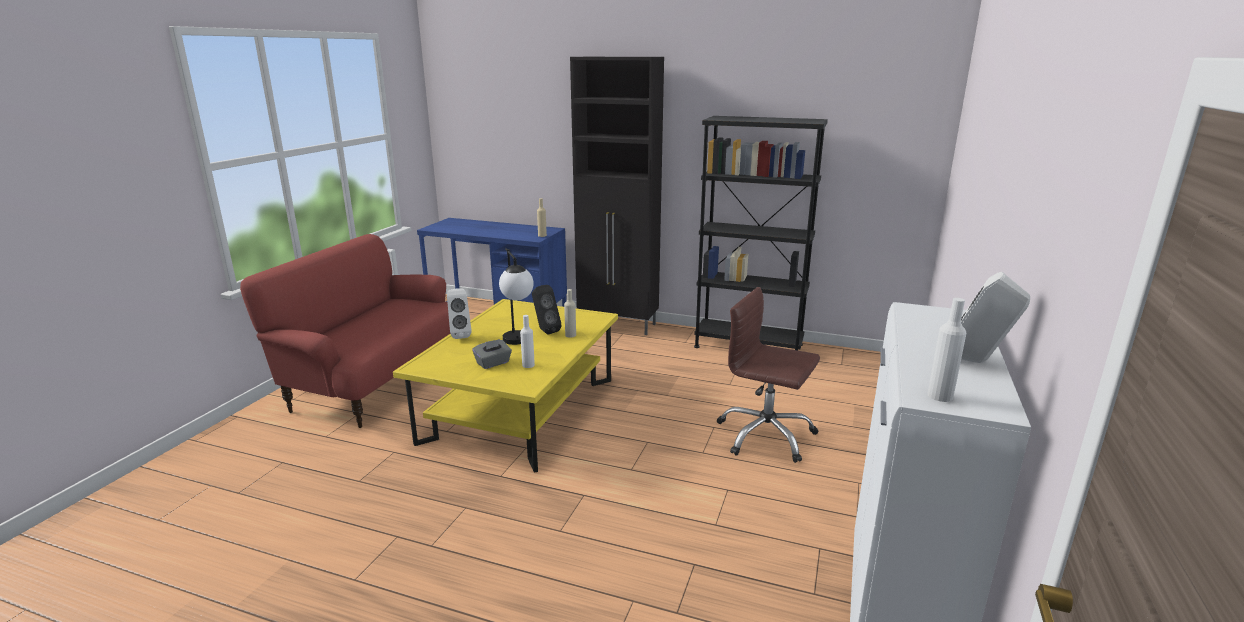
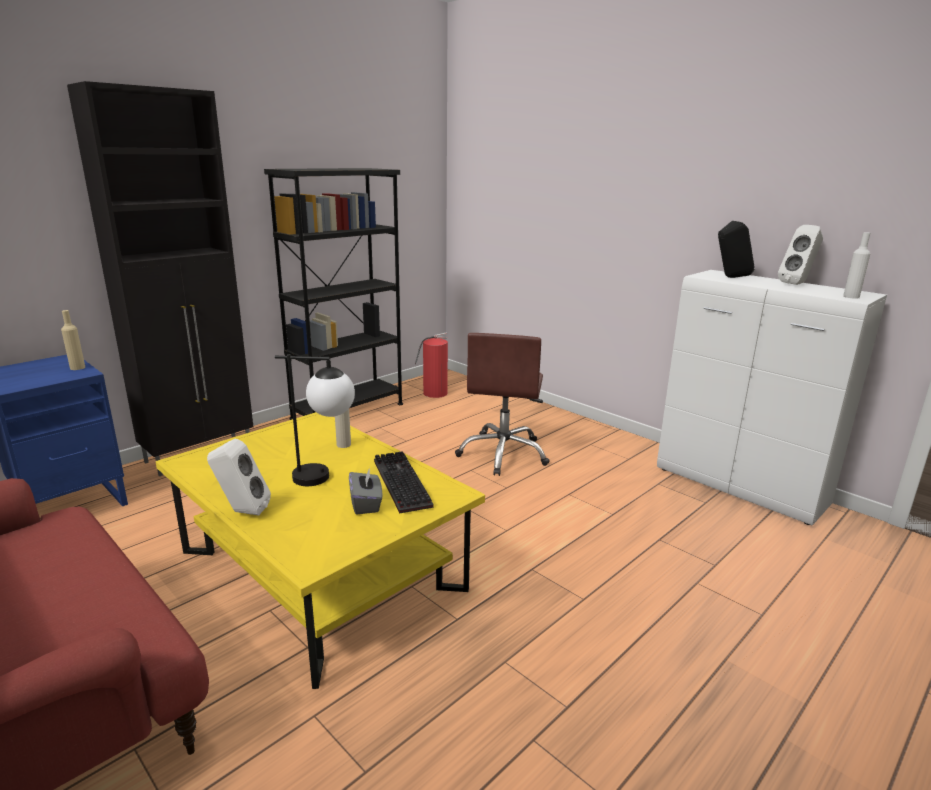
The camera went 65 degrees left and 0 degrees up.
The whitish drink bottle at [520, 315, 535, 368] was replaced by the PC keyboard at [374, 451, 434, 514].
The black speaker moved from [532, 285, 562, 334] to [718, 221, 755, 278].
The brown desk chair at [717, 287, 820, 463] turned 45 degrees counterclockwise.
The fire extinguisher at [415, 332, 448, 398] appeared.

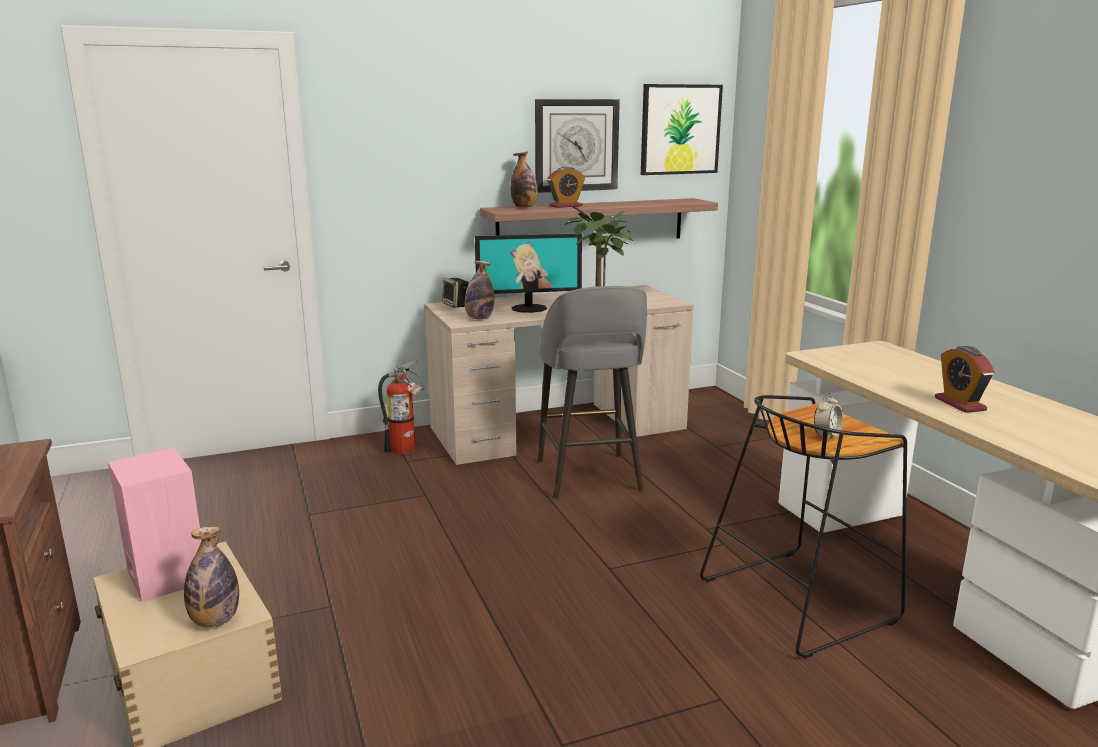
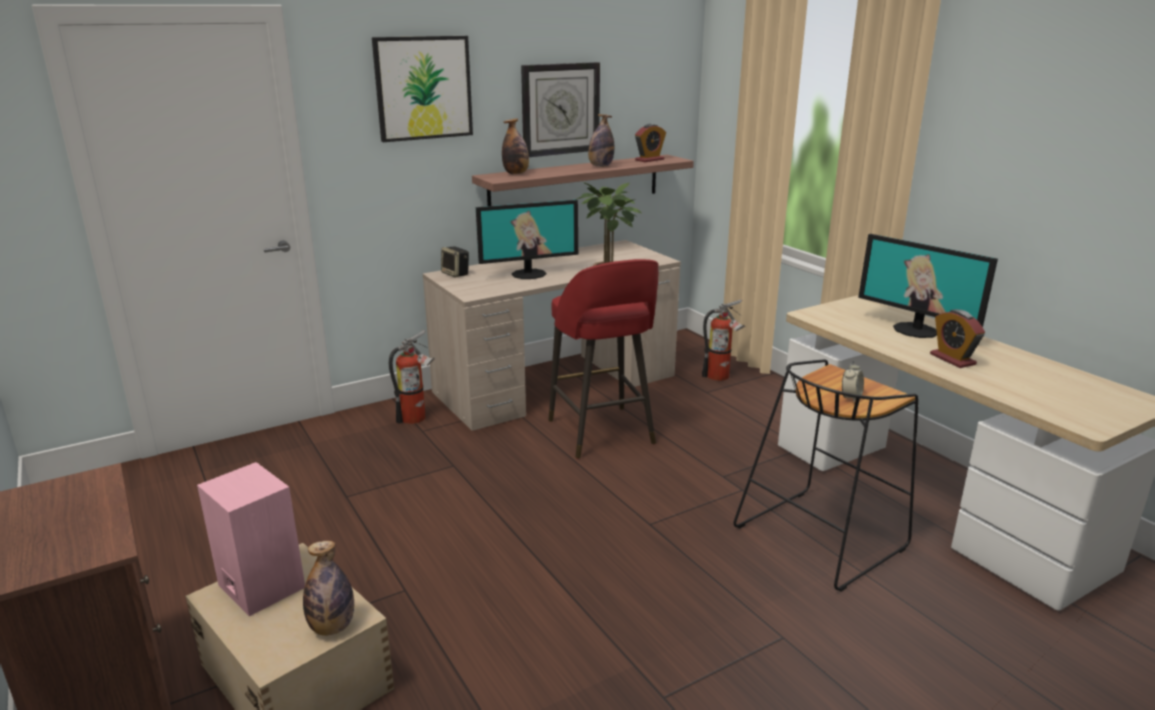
The camera went 10 degrees left and 5 degrees up.
The drink bottle moved from [465, 261, 494, 320] to [588, 114, 614, 167].
The greyish stool seat at [538, 286, 647, 499] became the red stool seat at [548, 259, 658, 459].
The bedside clock moved from [547, 167, 585, 208] to [635, 124, 666, 162].
The wall art moved from [641, 84, 723, 175] to [372, 36, 473, 142].
The fire extinguisher at [702, 299, 745, 381] appeared.
The computer screen at [858, 234, 998, 338] appeared.

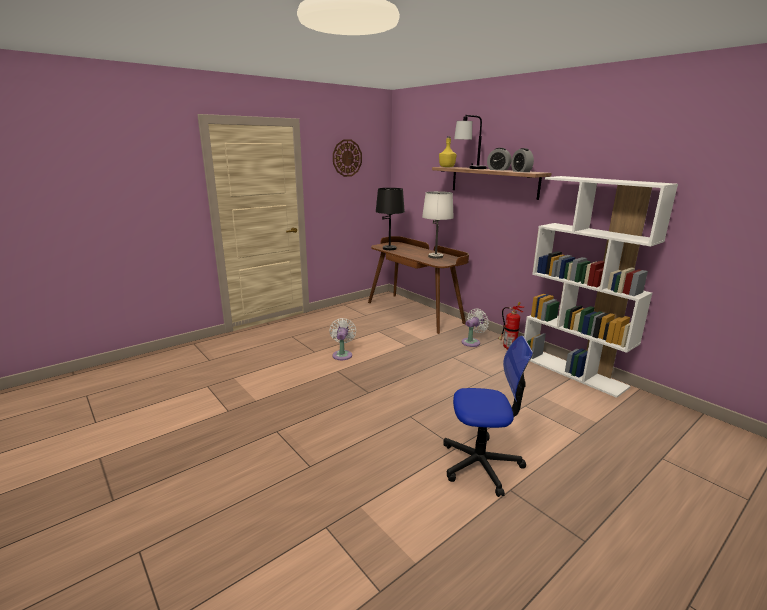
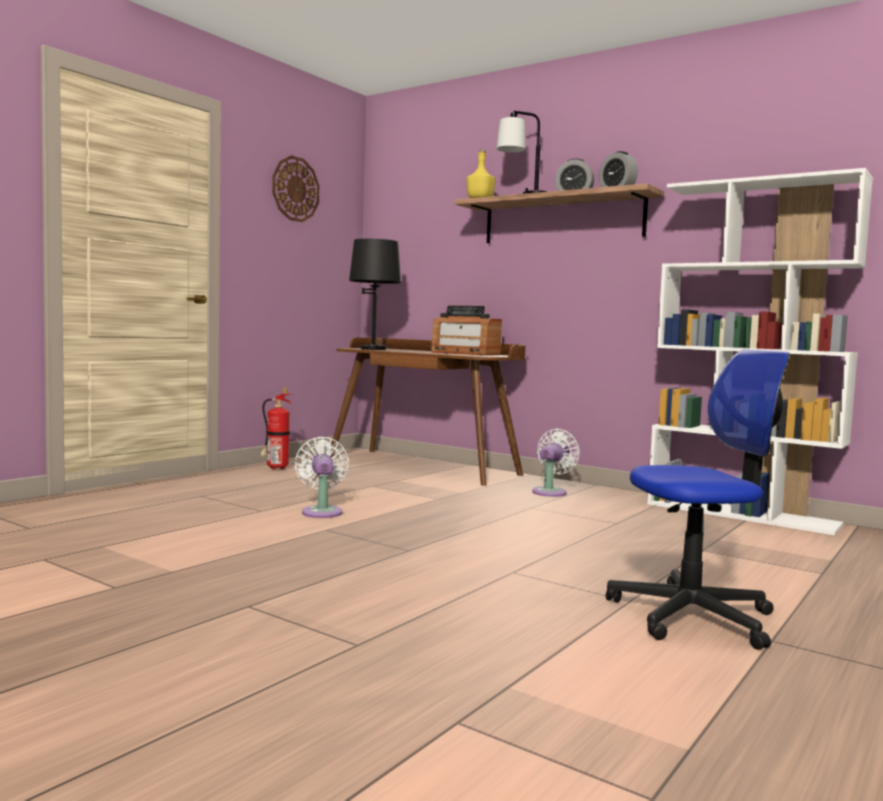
The camera went 15 degrees left and 15 degrees down.
The whitish tabletop lamp at [422, 191, 454, 259] was replaced by the radio at [431, 306, 502, 356].
The fire extinguisher moved from [498, 302, 524, 350] to [260, 387, 292, 470].

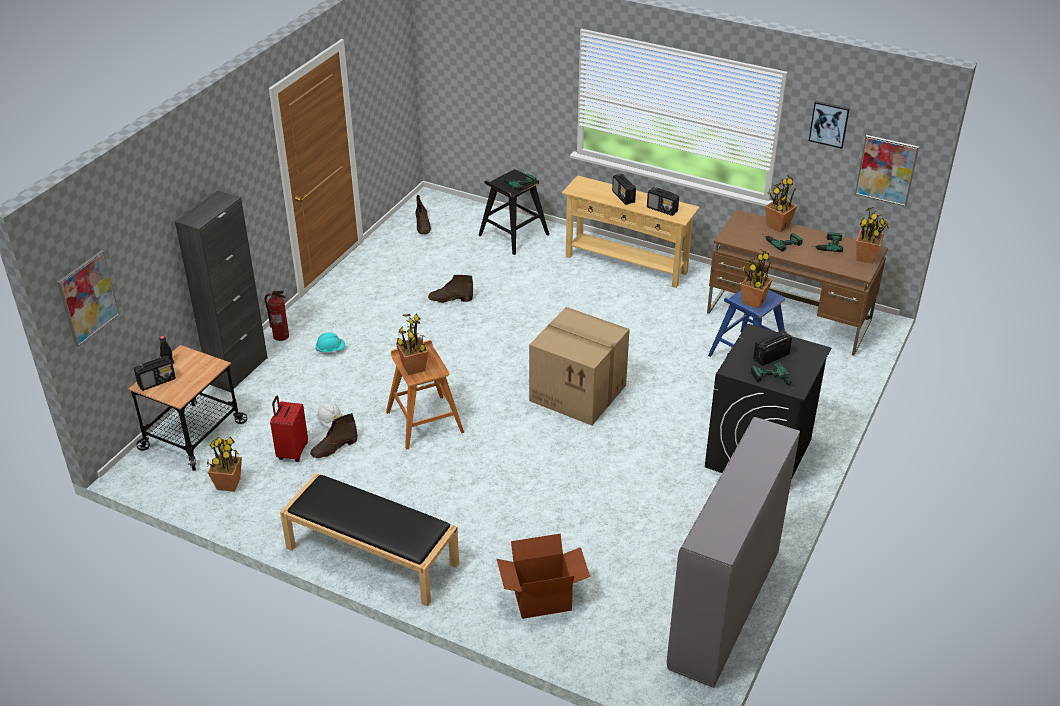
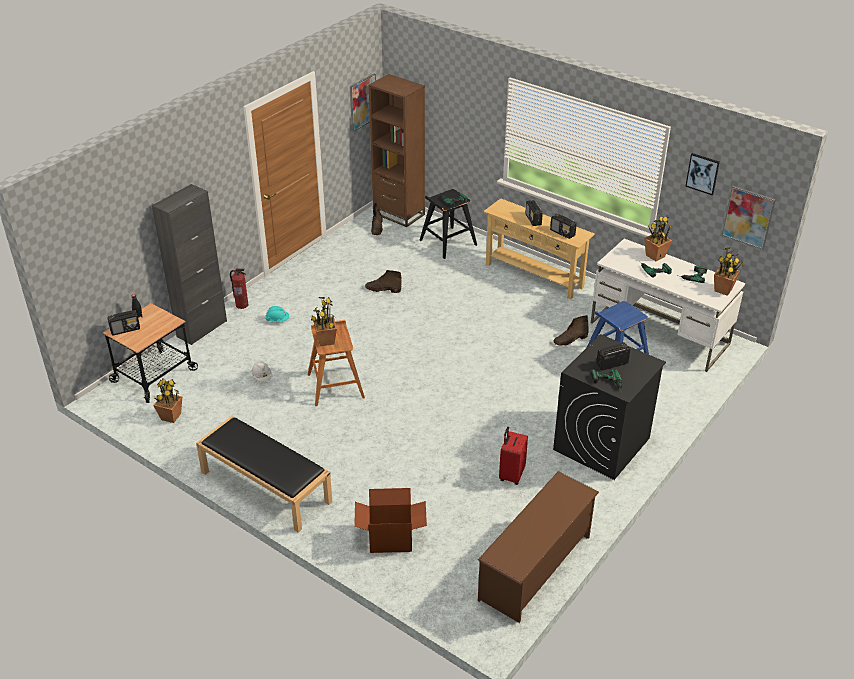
The camera went 10 degrees right and 0 degrees up.
The wall art moved from [57, 250, 120, 347] to [350, 73, 376, 132].
The red piece of luggage moved from [270, 396, 308, 462] to [499, 427, 528, 485].
The brown tall boot moved from [310, 413, 358, 458] to [554, 315, 588, 346].
The cardboard box at [529, 307, 630, 425] disappeared.
The greyish dresser at [667, 417, 800, 688] was replaced by the brown shoe stand at [478, 471, 599, 623].
The brown desk table at [707, 209, 888, 355] became the whitish desk table at [591, 239, 745, 372].
The houseplant at [741, 250, 773, 309] disappeared.
The brown bookshelf at [369, 74, 425, 227] appeared.

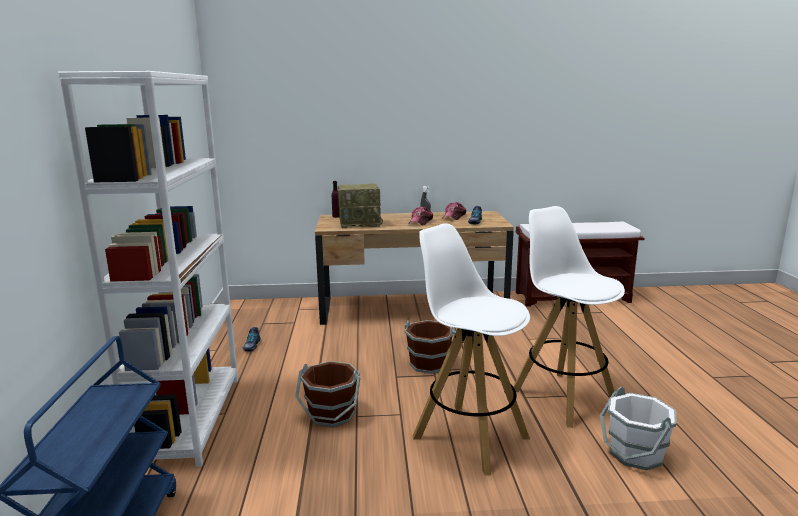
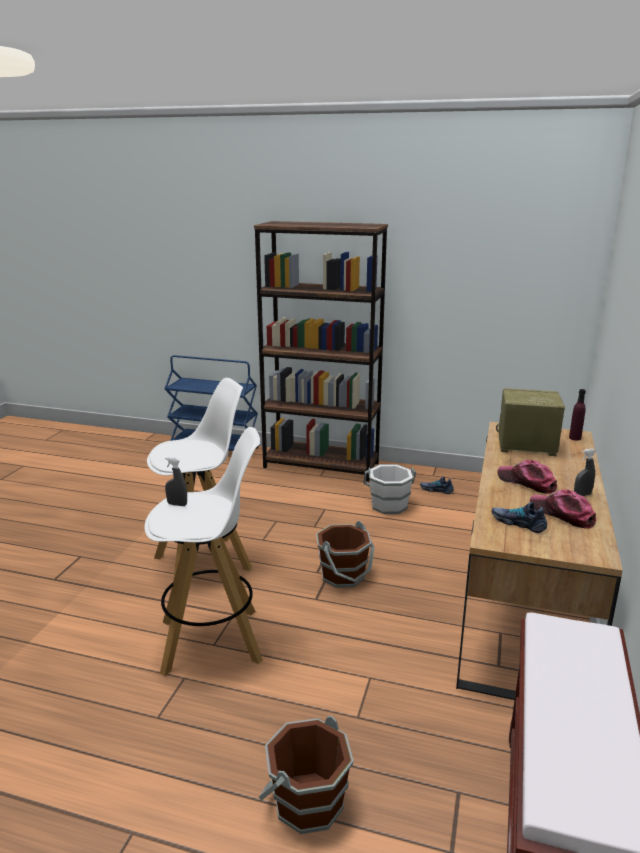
The camera went 110 degrees right and 5 degrees up.
The whitish bookshelf at [58, 71, 238, 467] became the brown bookshelf at [254, 221, 388, 482].
The brown bucket moved from [295, 361, 360, 427] to [259, 716, 354, 834].
The radio at [338, 184, 383, 228] turned 90 degrees clockwise.
The whitish bucket moved from [600, 387, 677, 470] to [363, 464, 416, 514].
The greyish hand sprayer at [165, 457, 187, 506] appeared.

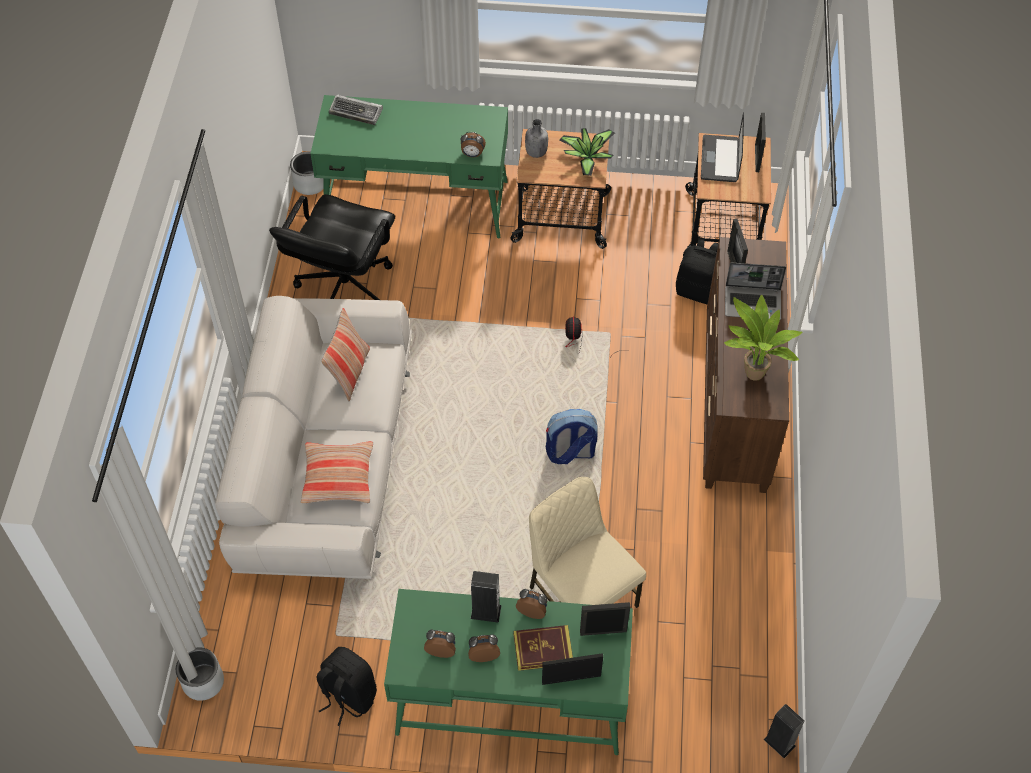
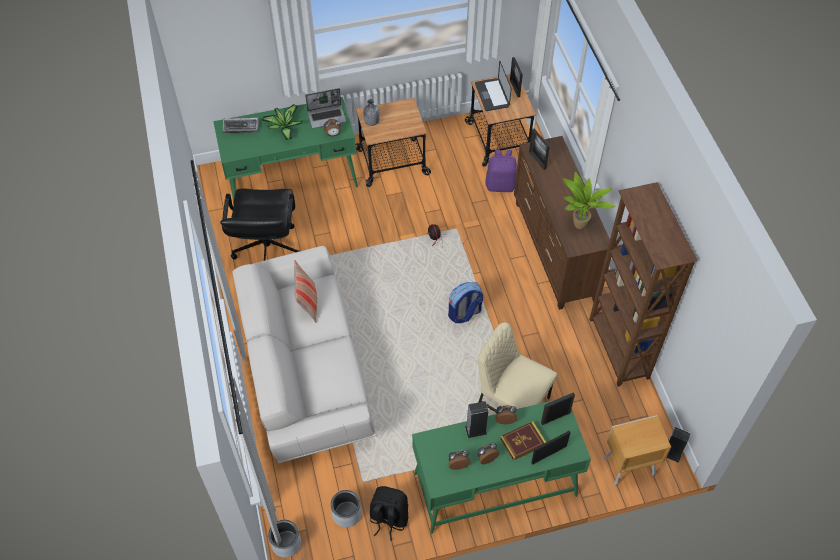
The camera went 20 degrees left and 0 degrees up.
The greyish planter moved from [290, 151, 324, 195] to [331, 490, 362, 527].
The cushion at [301, 441, 373, 504] disappeared.
The houseplant moved from [560, 128, 615, 176] to [261, 104, 303, 140].
The black knapsack at [676, 237, 718, 304] became the purple-coloured knapsack at [485, 149, 517, 192].
The laptop moved from [725, 263, 786, 320] to [305, 88, 346, 128].
The brown bookshelf at [589, 182, 698, 387] appeared.
The brown bedside table at [604, 415, 671, 486] appeared.

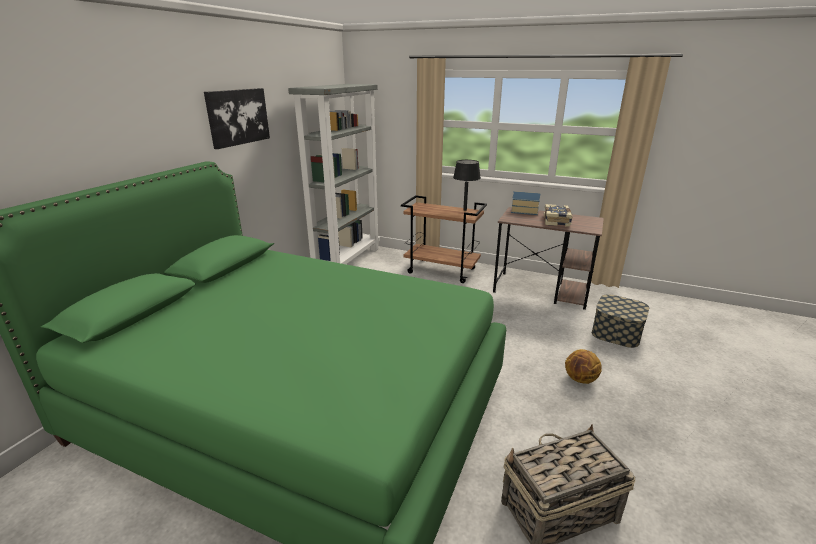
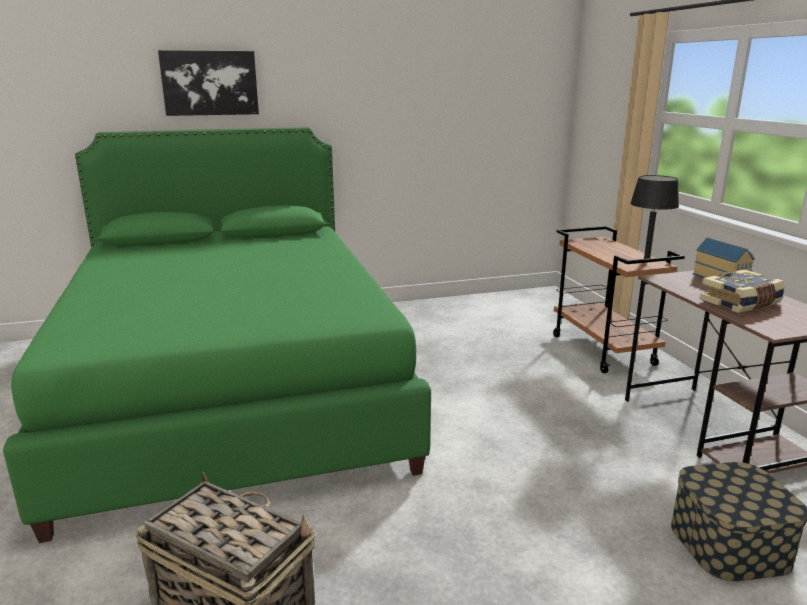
The camera went 50 degrees right and 5 degrees down.
The wall art moved from [204, 88, 270, 149] to [158, 50, 259, 116].
The greyish bookshelf at [288, 84, 380, 264] disappeared.
The ball for basketball at [565, 349, 602, 384] disappeared.

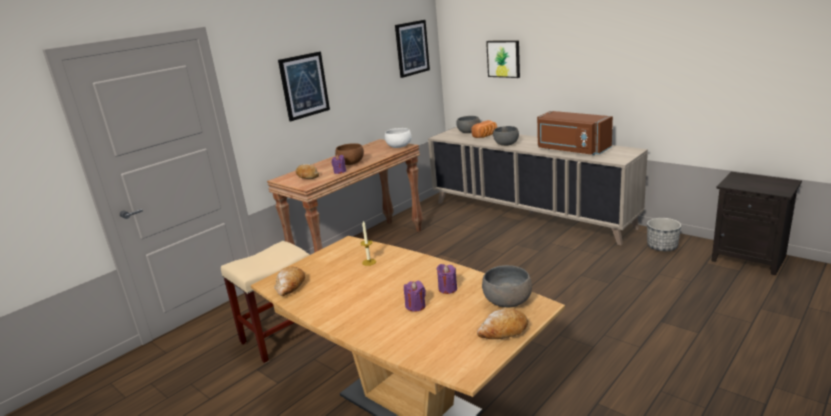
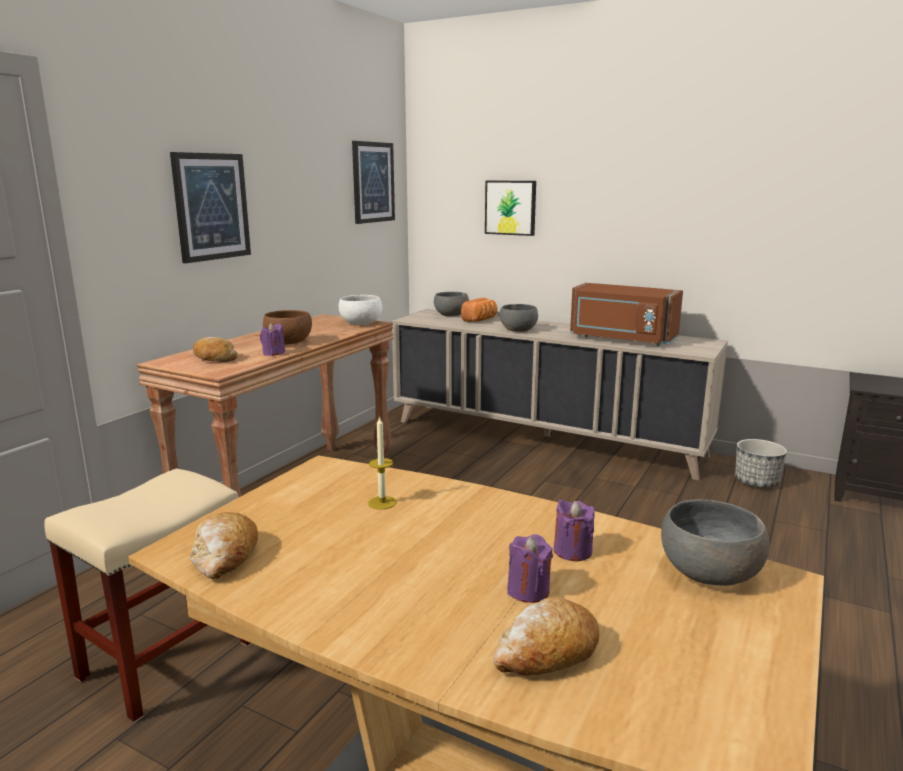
The camera went 15 degrees left and 5 degrees down.
The bread moved from [477, 307, 528, 339] to [493, 596, 599, 675].

